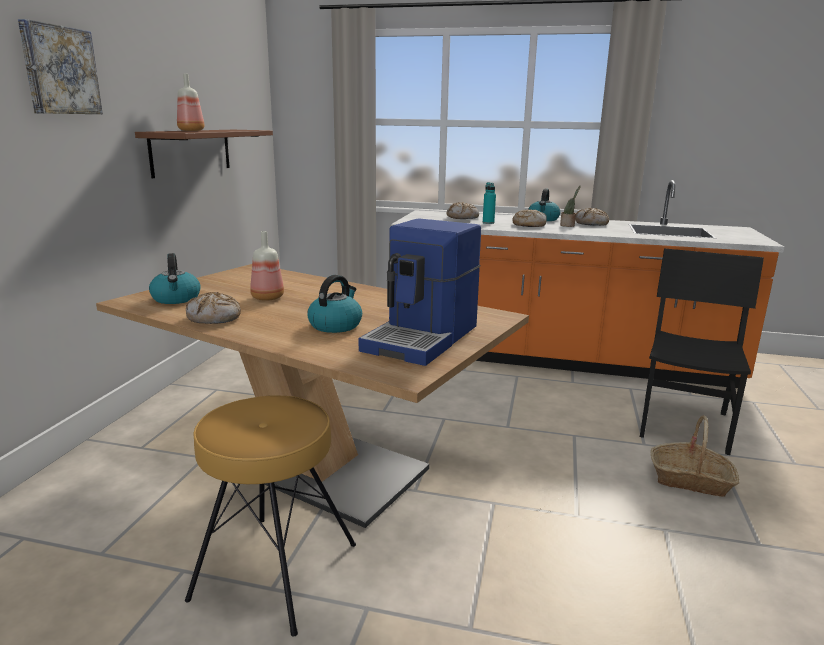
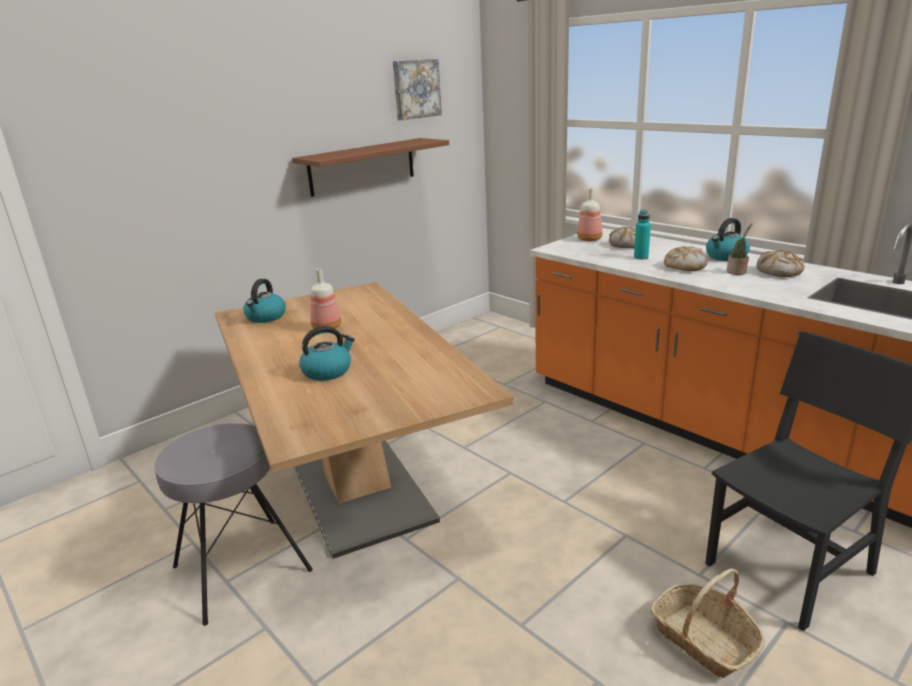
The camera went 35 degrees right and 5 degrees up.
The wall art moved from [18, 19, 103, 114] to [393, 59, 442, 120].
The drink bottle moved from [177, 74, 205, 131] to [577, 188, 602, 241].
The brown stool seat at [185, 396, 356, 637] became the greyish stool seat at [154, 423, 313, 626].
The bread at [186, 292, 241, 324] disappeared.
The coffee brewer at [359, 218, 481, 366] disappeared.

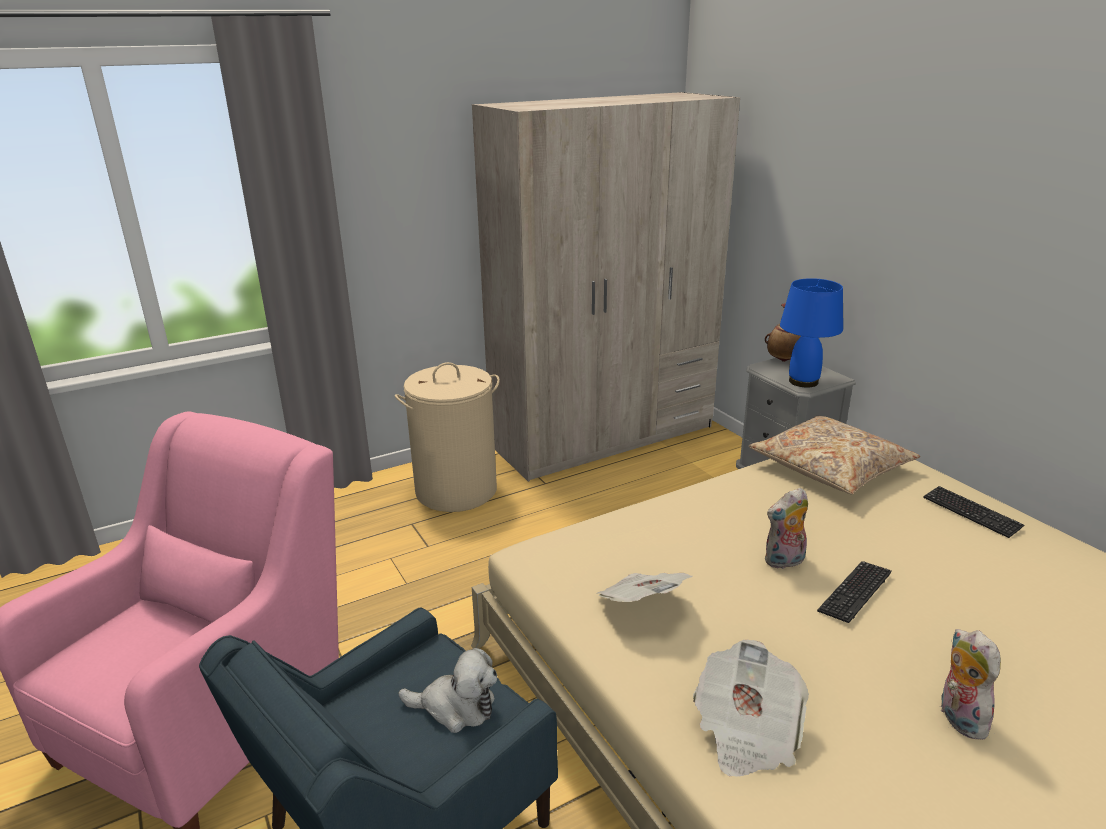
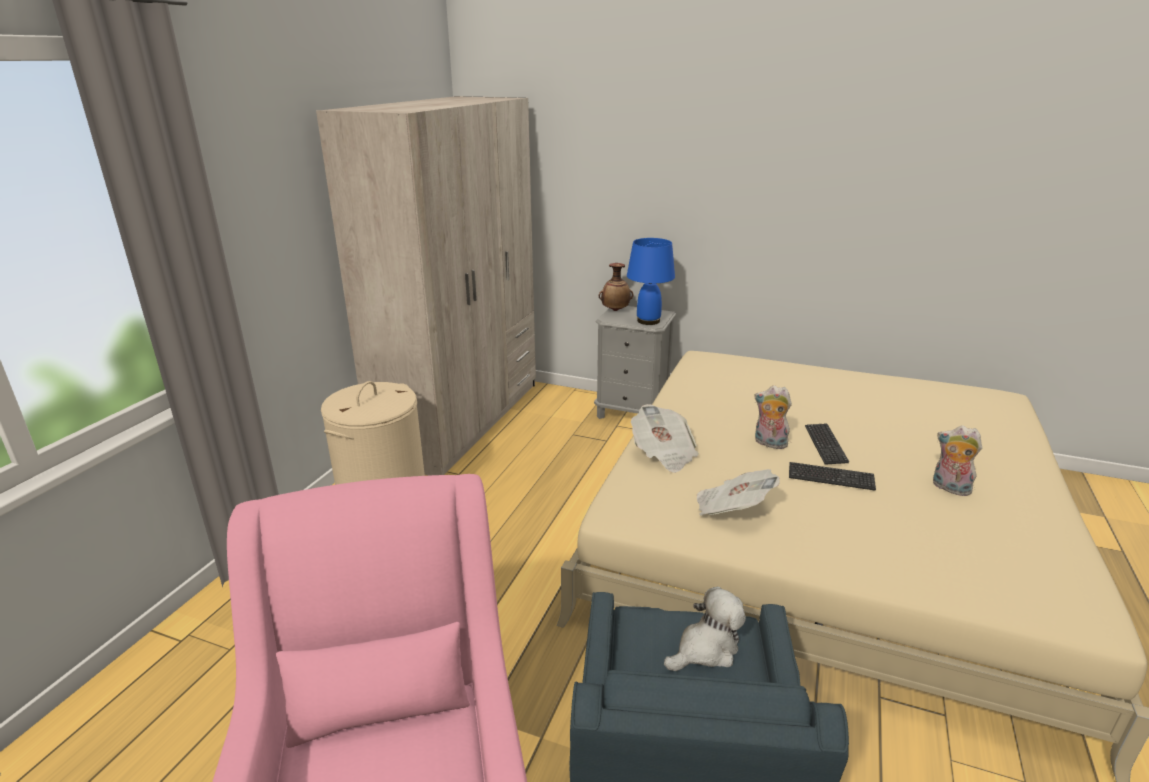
The camera went 40 degrees left and 0 degrees up.
The printed paper moved from [693, 640, 809, 777] to [631, 404, 699, 473].
The beige-coloured cushion at [749, 415, 920, 494] disappeared.
The soft toy at [765, 488, 808, 569] turned 90 degrees clockwise.
The PC keyboard moved from [923, 486, 1025, 538] to [789, 462, 876, 491].

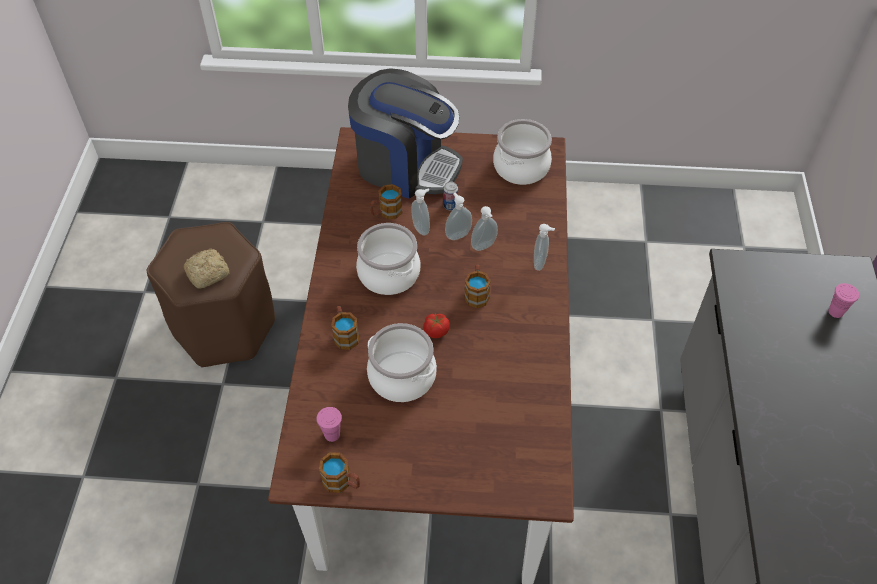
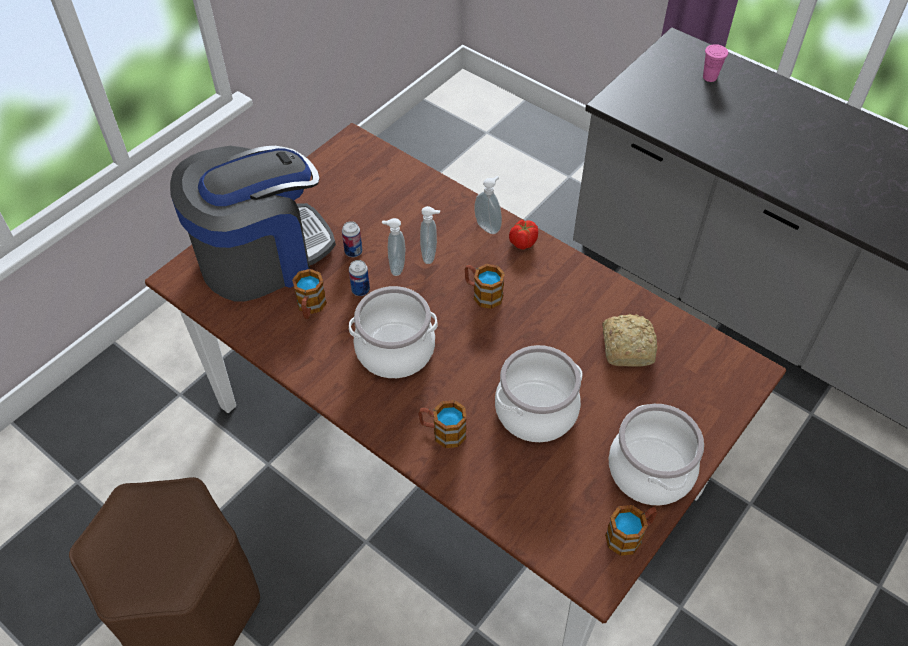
The camera went 55 degrees left and 0 degrees up.
The bread moved from [184, 249, 229, 289] to [602, 314, 658, 367].
The pink-coloured small cup at [316, 407, 342, 442] disappeared.
The soap bottle at [411, 189, 430, 235] was replaced by the sealed can at [349, 260, 370, 296].
The tomato moved from [423, 313, 450, 338] to [509, 220, 538, 250].
The saucepot moved from [493, 119, 552, 185] to [609, 404, 704, 506].

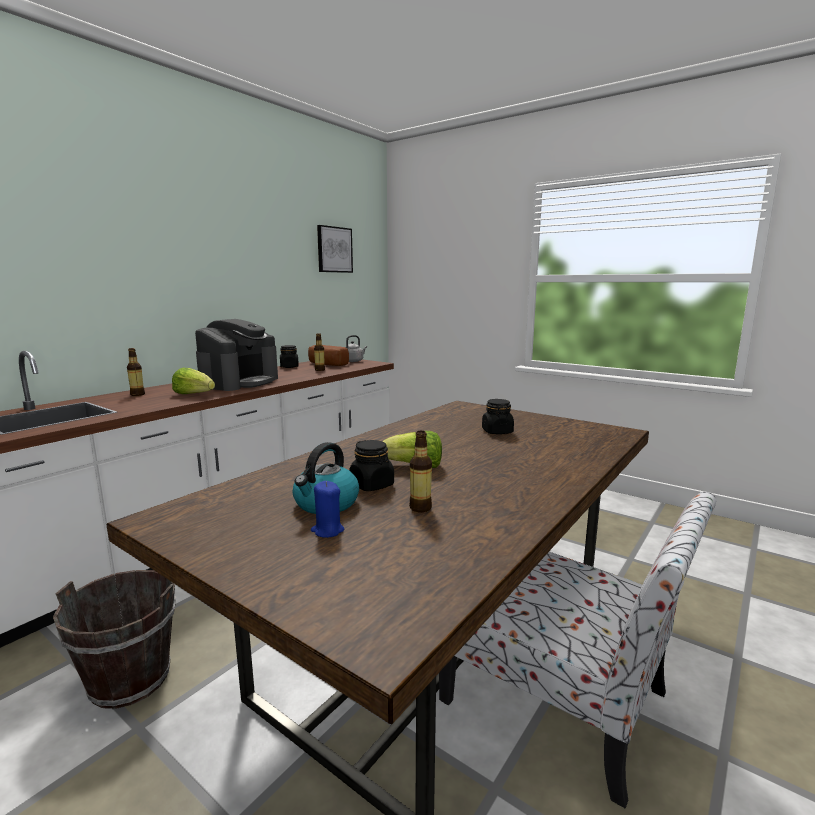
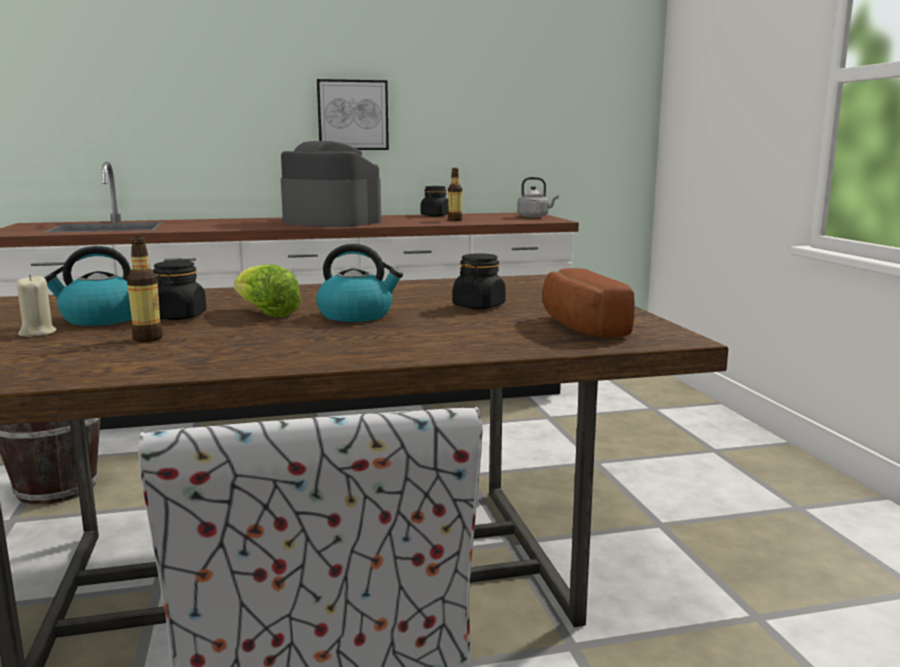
The camera went 40 degrees right and 0 degrees up.
The drink bottle at [127, 348, 145, 396] disappeared.
The lettuce head at [172, 368, 215, 394] disappeared.
The coffee brewer at [195, 319, 278, 391] turned 120 degrees counterclockwise.
The bread moved from [308, 345, 349, 366] to [542, 268, 635, 338].
The bluish wax candle at [311, 481, 345, 538] became the beige-coloured wax candle at [17, 275, 57, 337].
The wall art moved from [317, 225, 353, 273] to [317, 79, 389, 150].
The water kettle at [316, 244, 403, 322] appeared.

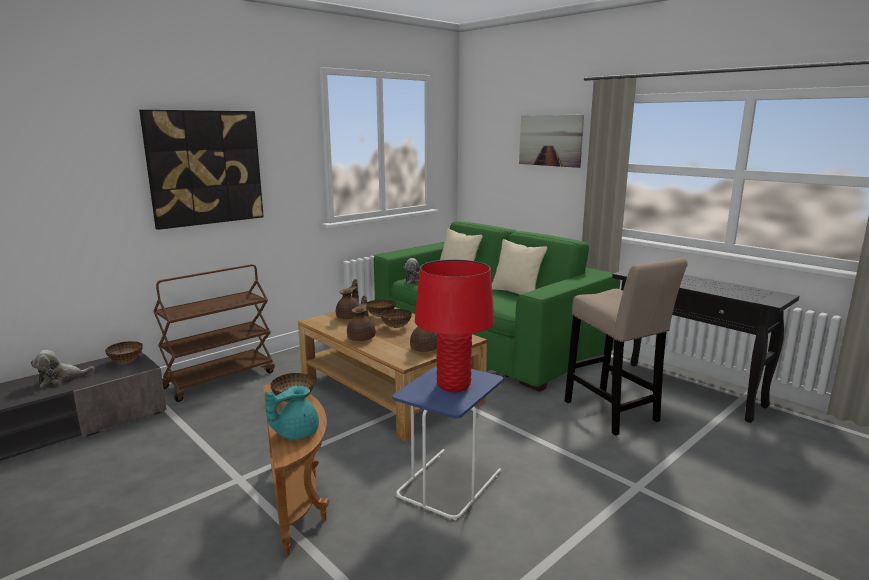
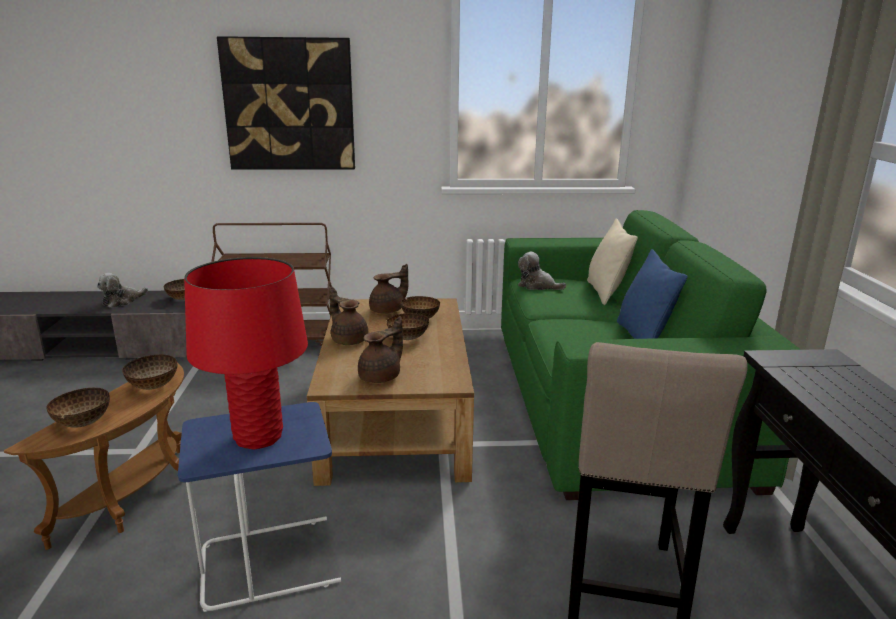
The camera went 40 degrees right and 5 degrees up.
The soft toy at [31, 350, 94, 388] turned 60 degrees counterclockwise.
The turquoise teapot at [265, 386, 319, 440] was replaced by the serving bowl at [46, 388, 110, 428].
The brown teapot at [347, 296, 376, 341] turned 90 degrees counterclockwise.
The beige-coloured cushion at [492, 239, 547, 294] became the bluish cushion at [617, 249, 688, 339].
The wall art at [519, 115, 584, 168] disappeared.

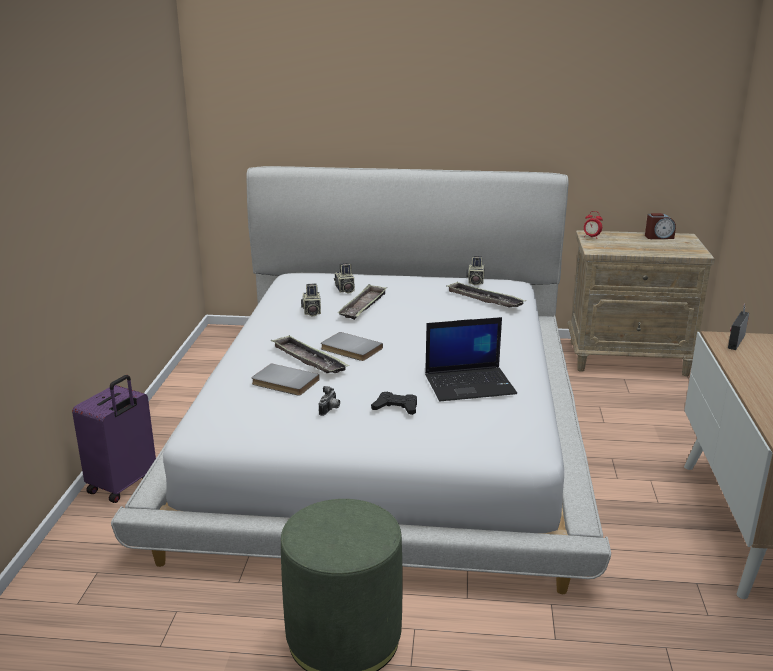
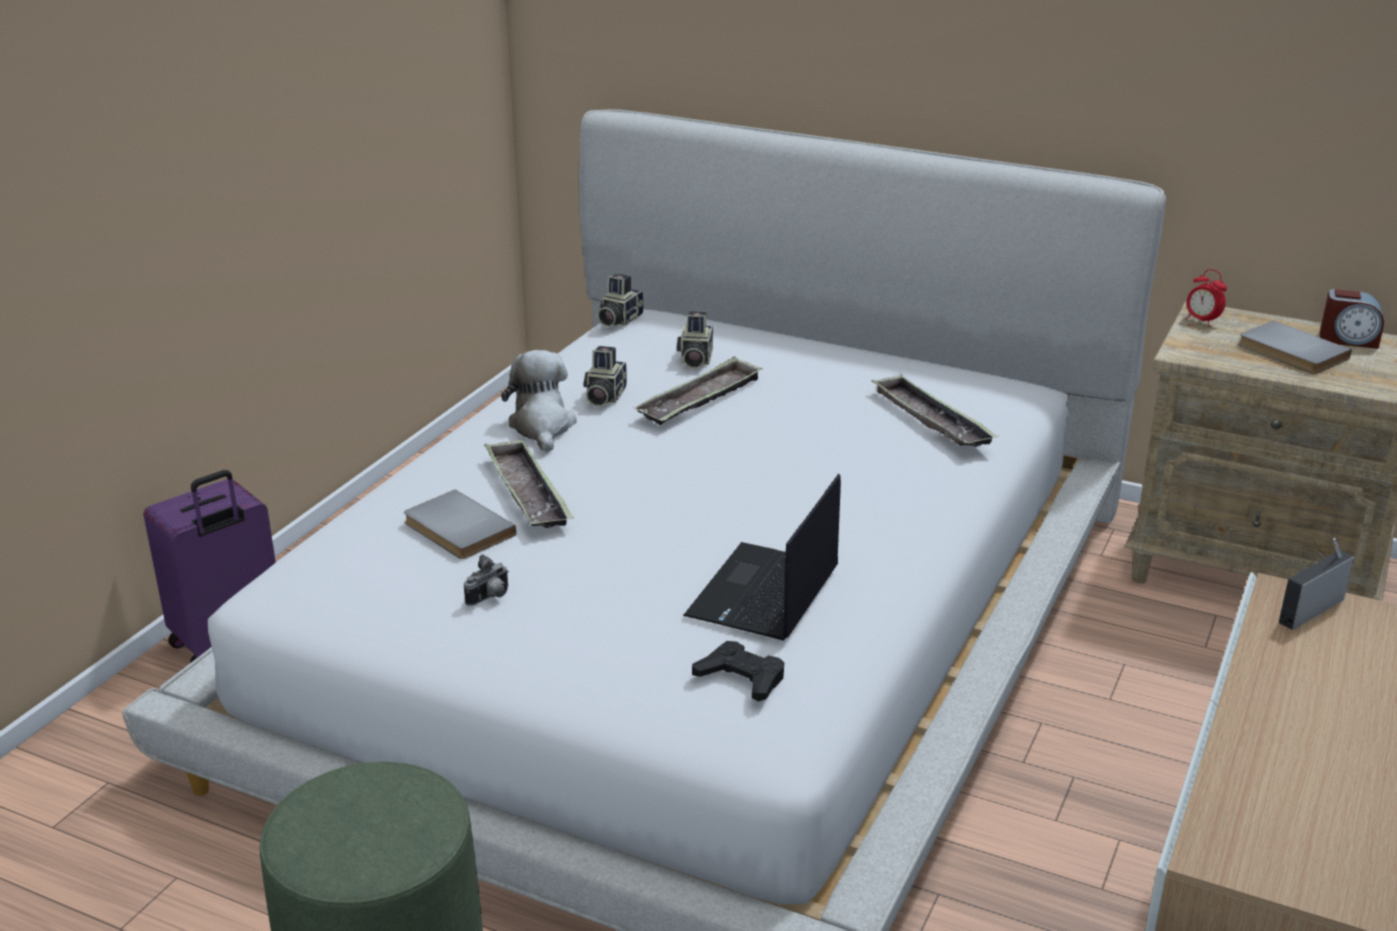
The camera went 20 degrees right and 5 degrees up.
The greyish bound book moved from [321, 332, 383, 361] to [1239, 321, 1352, 374].
The black joypad moved from [371, 392, 417, 415] to [692, 641, 784, 701].
The laptop at [425, 317, 517, 401] turned 105 degrees clockwise.
The photo camera moved from [466, 256, 485, 286] to [597, 274, 644, 327].
The soft toy at [501, 350, 577, 452] appeared.

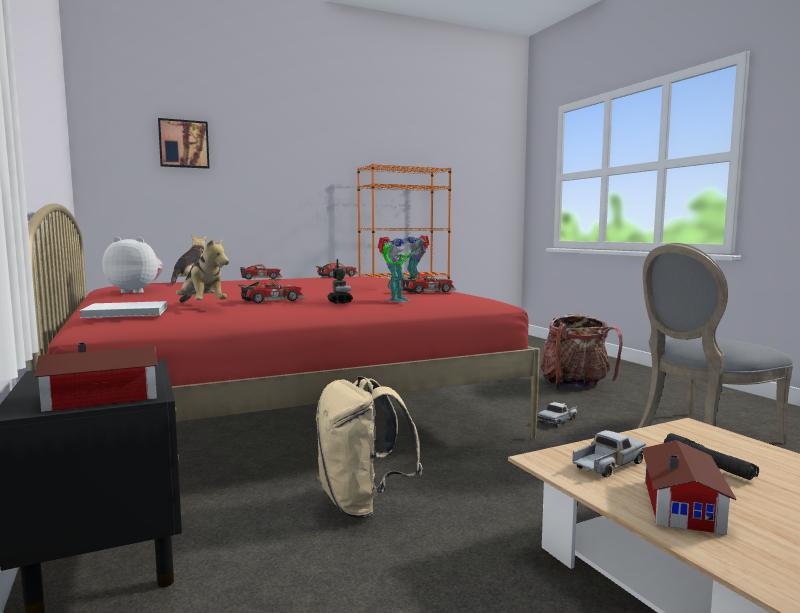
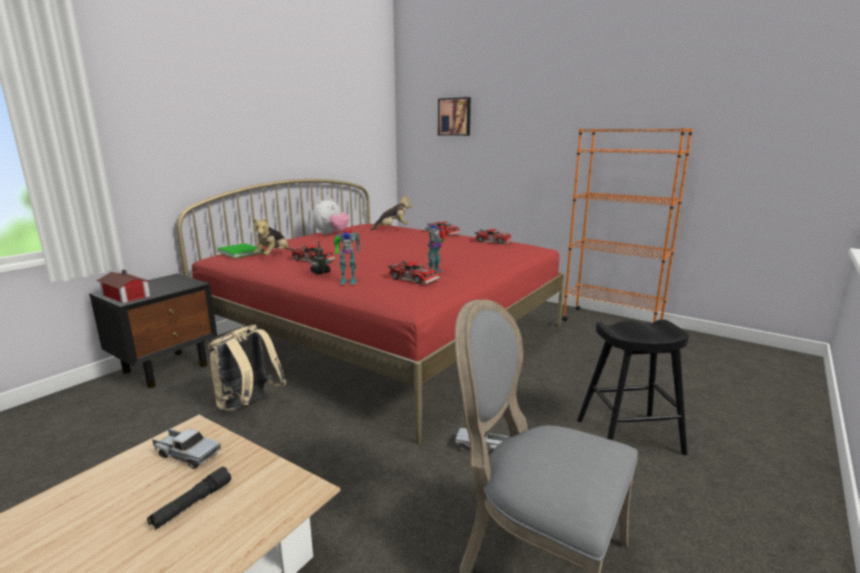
The camera went 60 degrees right and 10 degrees up.
The whitish bound book at [79, 301, 167, 318] became the greenish bound book at [217, 243, 264, 258].
The soft toy at [102, 237, 163, 293] turned 60 degrees clockwise.
The knapsack at [541, 313, 623, 388] was replaced by the black stool seat at [577, 319, 689, 455].
The model house at [642, 440, 737, 535] disappeared.

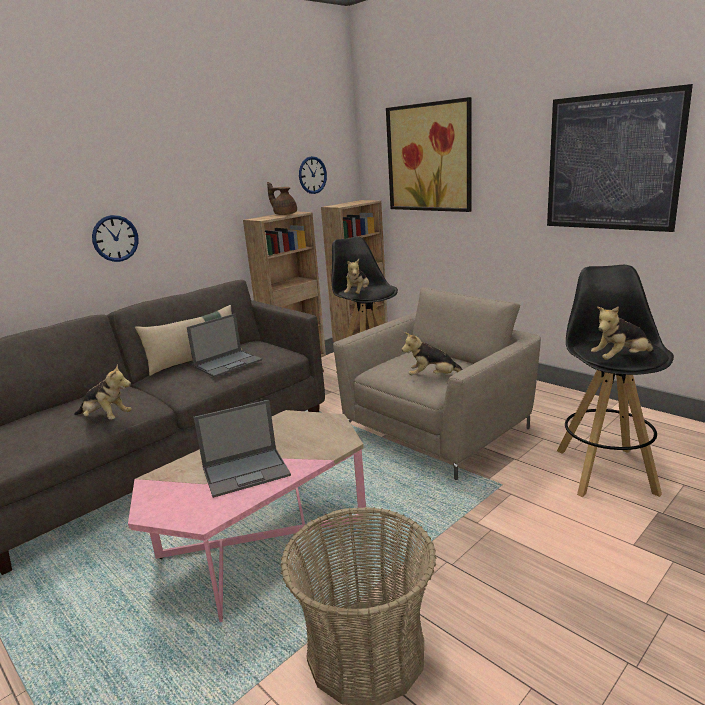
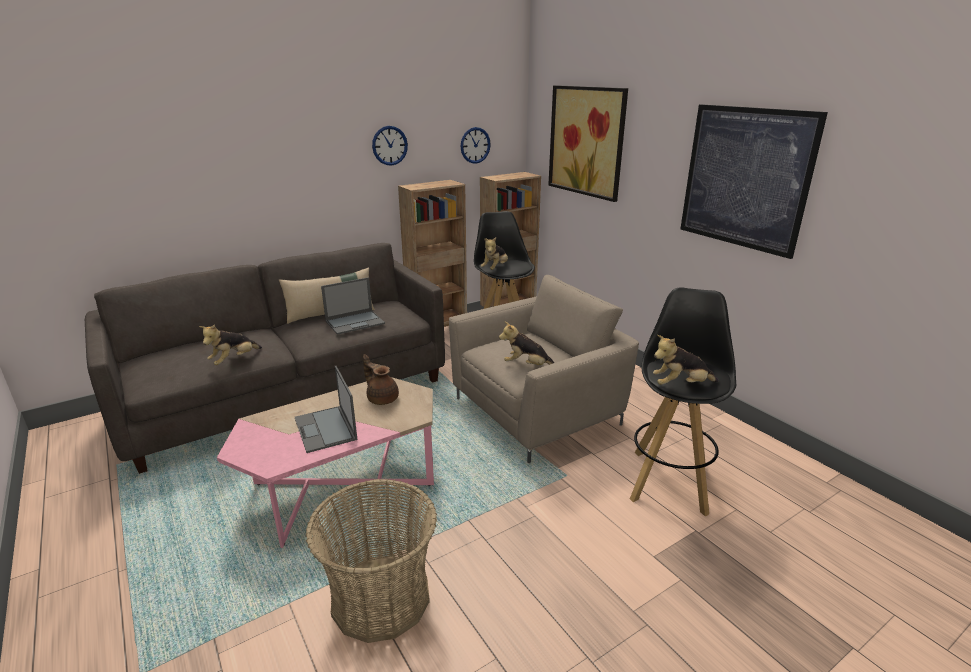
The camera went 10 degrees right and 5 degrees up.
The soft toy at [74, 364, 132, 420] turned 90 degrees clockwise.
The hanging clock moved from [92, 215, 139, 262] to [372, 126, 408, 166].
The laptop at [194, 400, 291, 498] turned 75 degrees clockwise.
The brown teapot moved from [267, 182, 297, 215] to [363, 354, 399, 405].

